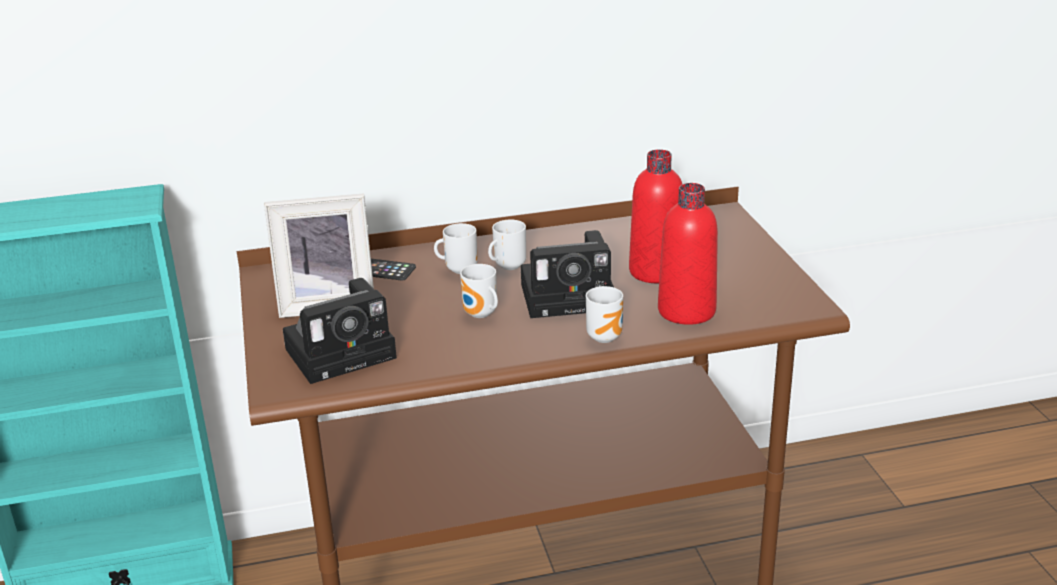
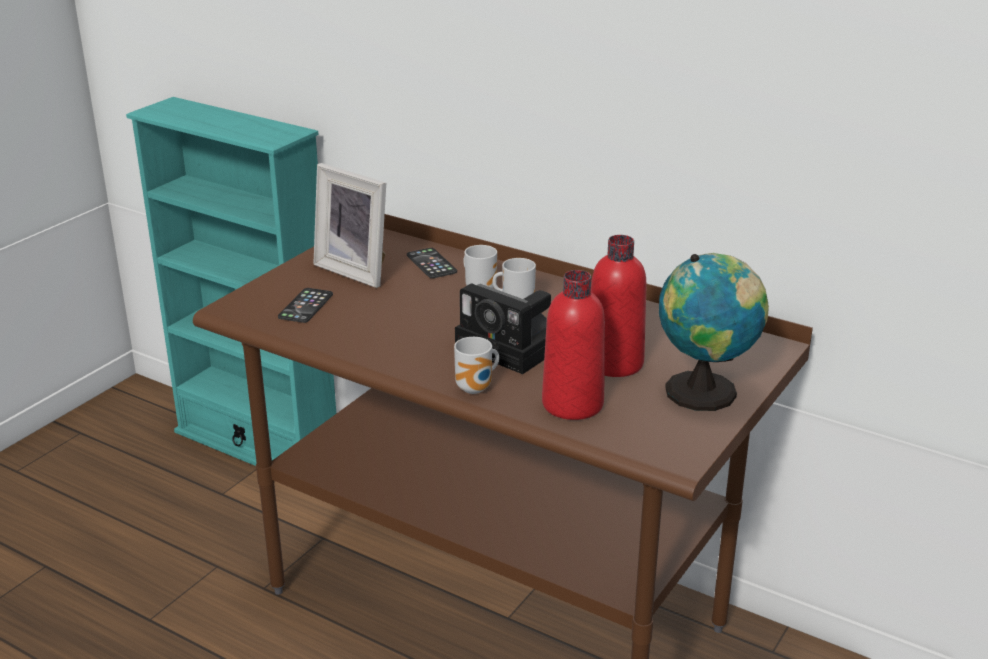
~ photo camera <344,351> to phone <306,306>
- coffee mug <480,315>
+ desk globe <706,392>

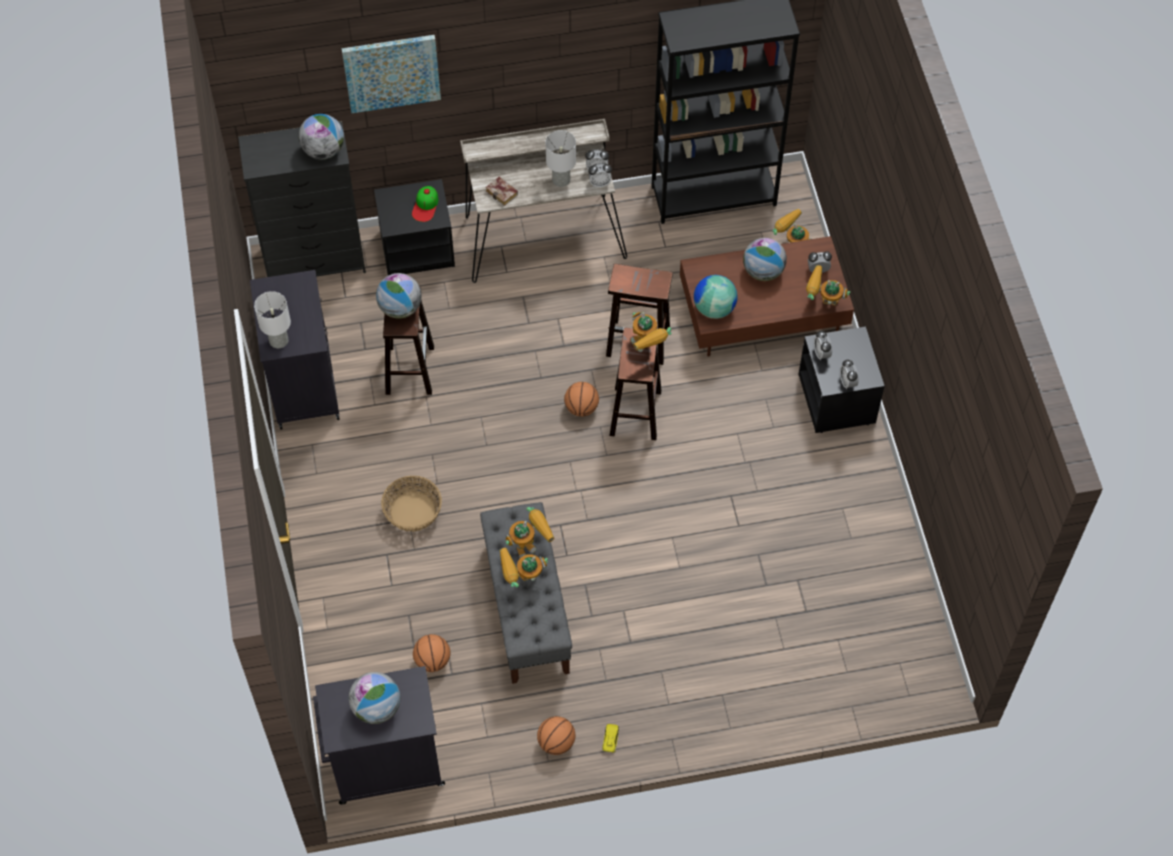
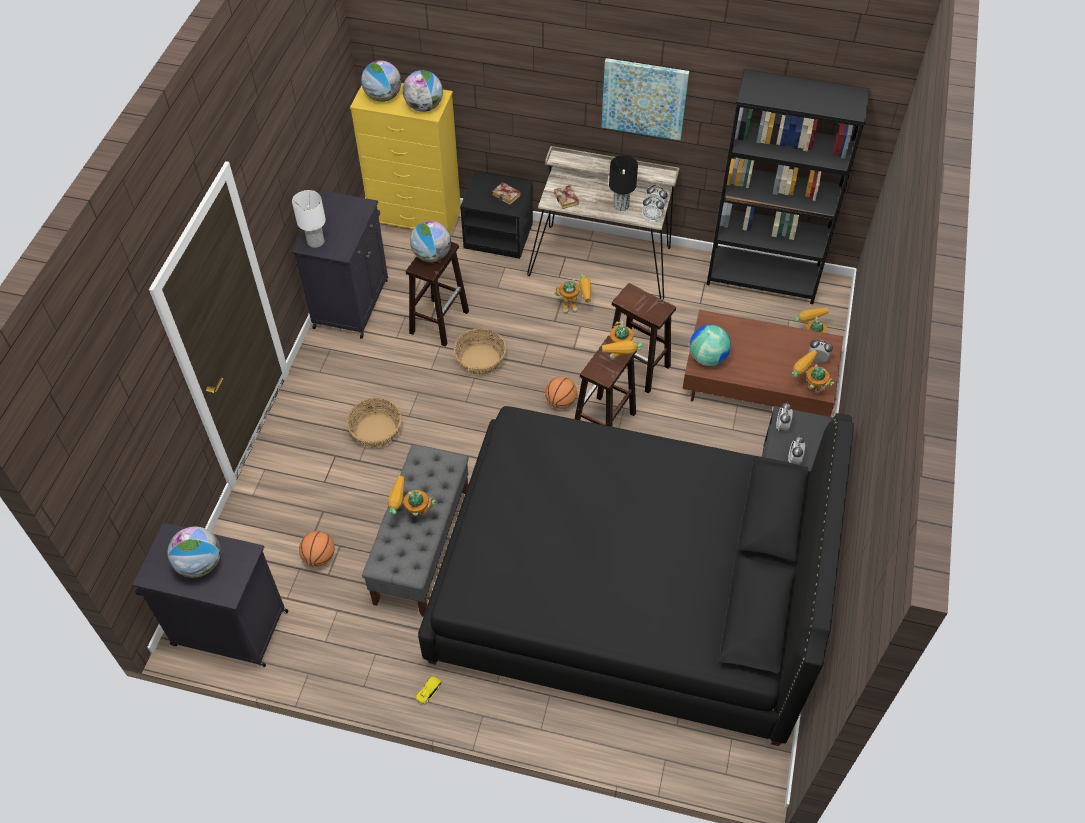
~ blackish dresser <315,259> to yellow-coloured dresser <416,217>
~ picture <391,72> to <644,98>
~ peaked cap <425,206> to volume <507,195>
~ robot figure <530,544> to <575,306>
- ball for basketball <556,743>
~ whitish table lamp <561,179> to blackish table lamp <621,205>
~ desk globe <763,272> to <383,97>
+ blackish bed <626,591>
+ storage basket <480,359>

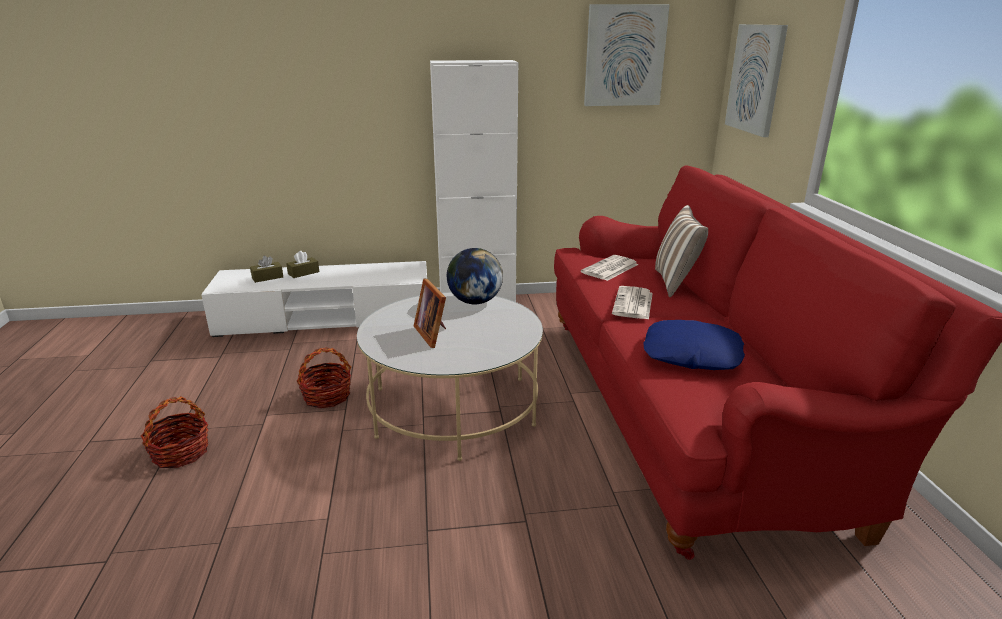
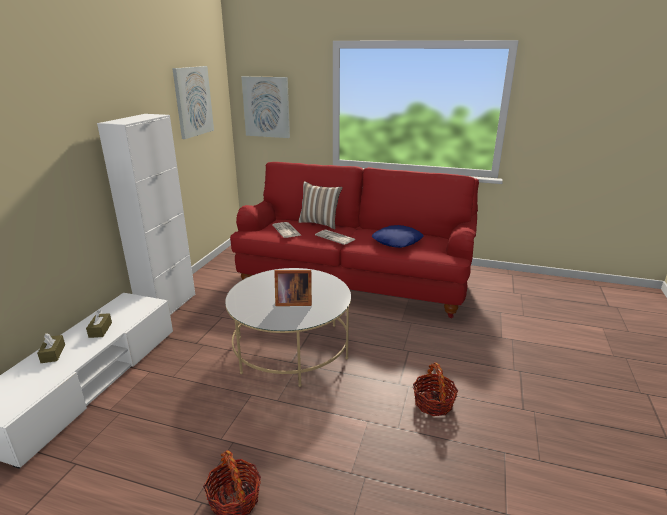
~ brownish tissue box <267,277> to <100,330>
~ storage basket <327,396> to <433,403>
- desk globe <475,302>

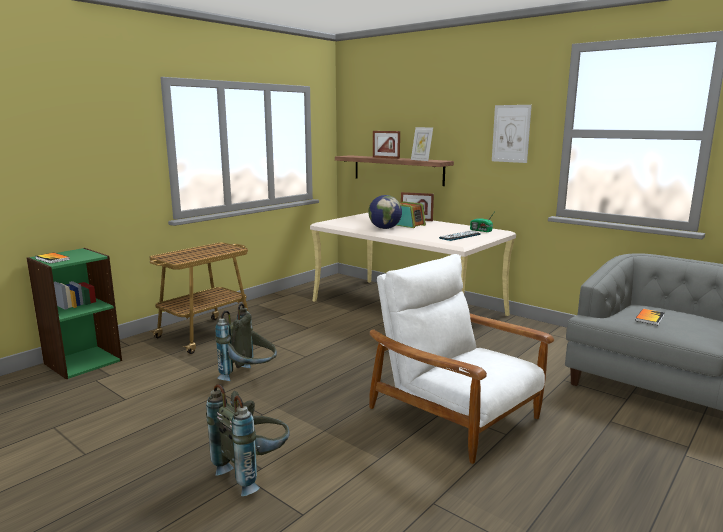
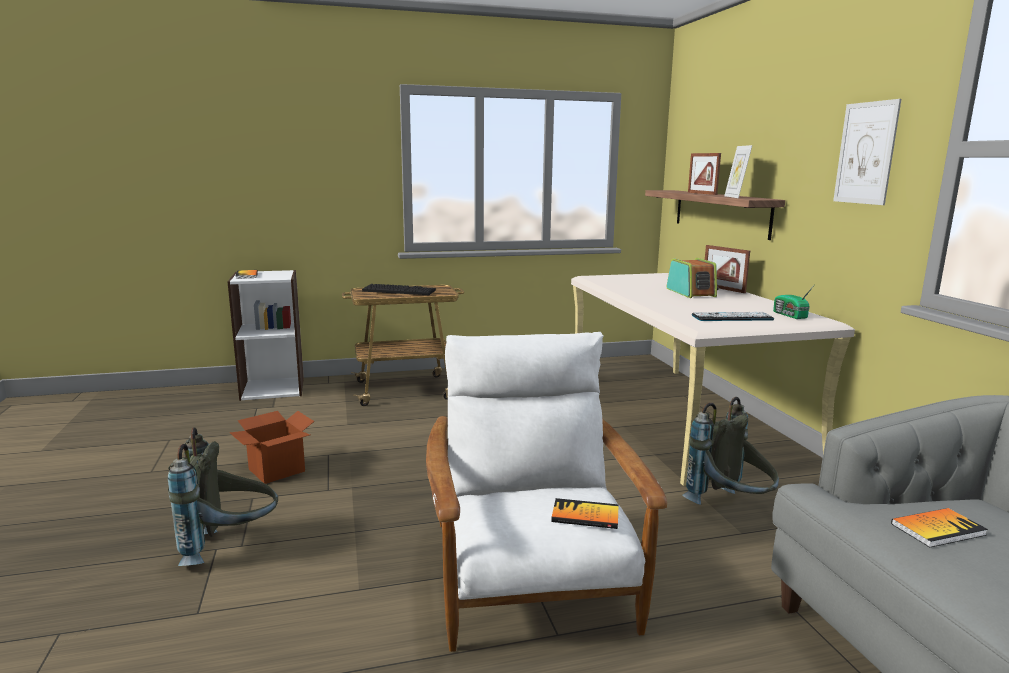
~ green-coloured shelving unit <82,362> to whitish shelving unit <273,388>
~ gray knapsack <250,377> to <731,508>
- desk globe <385,228>
+ cardboard box <277,470>
+ keyboard <400,291>
+ volume <585,516>

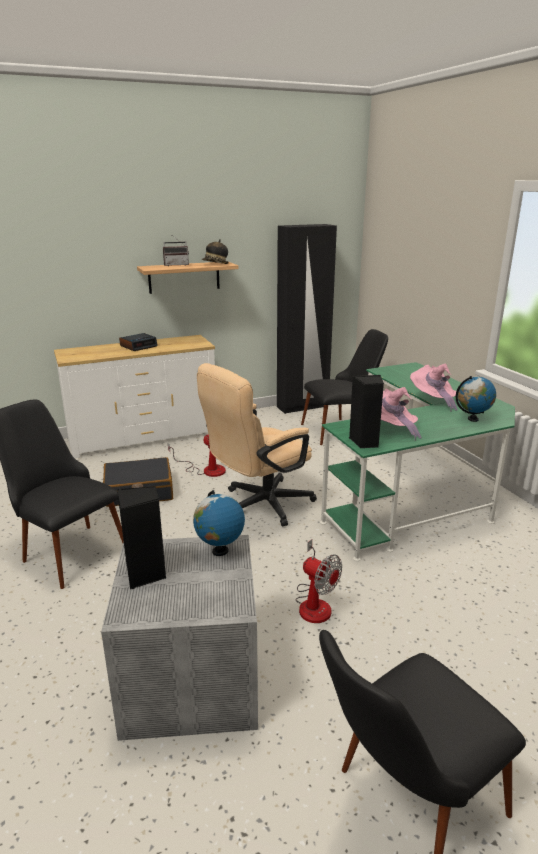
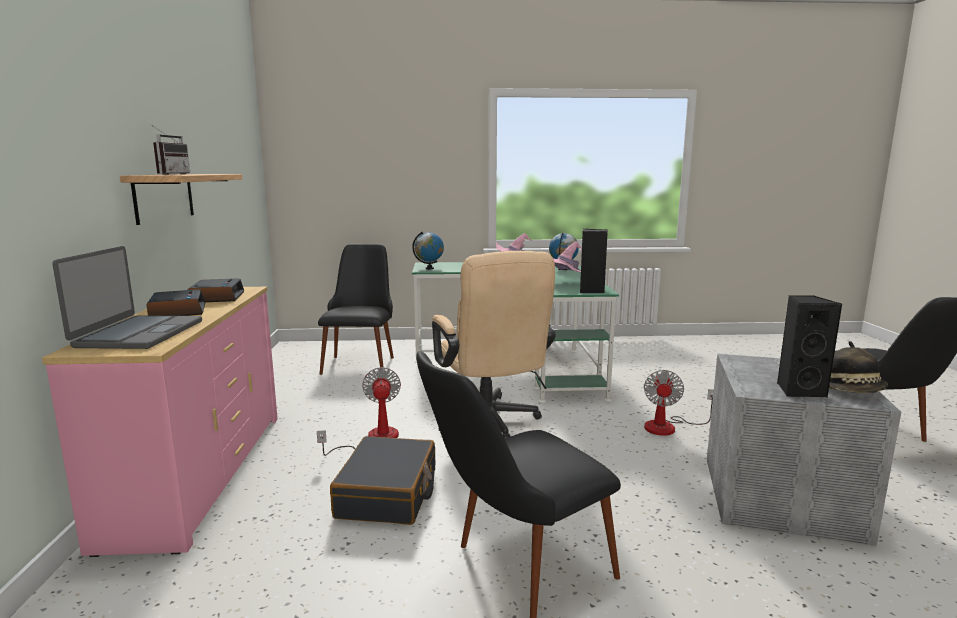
~ whitish dresser <143,437> to pink-coloured dresser <199,474>
~ desk globe <220,551> to <429,268>
~ hat <215,264> to <853,391>
- blackish wardrobe <302,407>
~ electric fan <314,603> = <668,426> 135 degrees clockwise
+ laptop <138,334>
+ bedside clock <217,297>

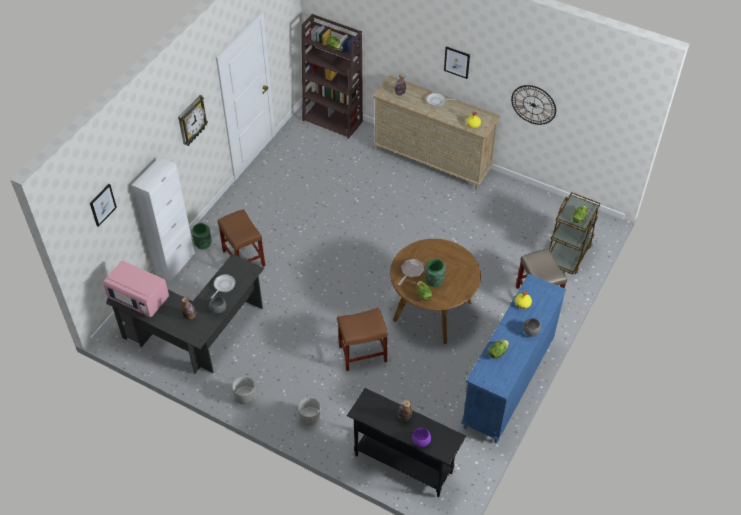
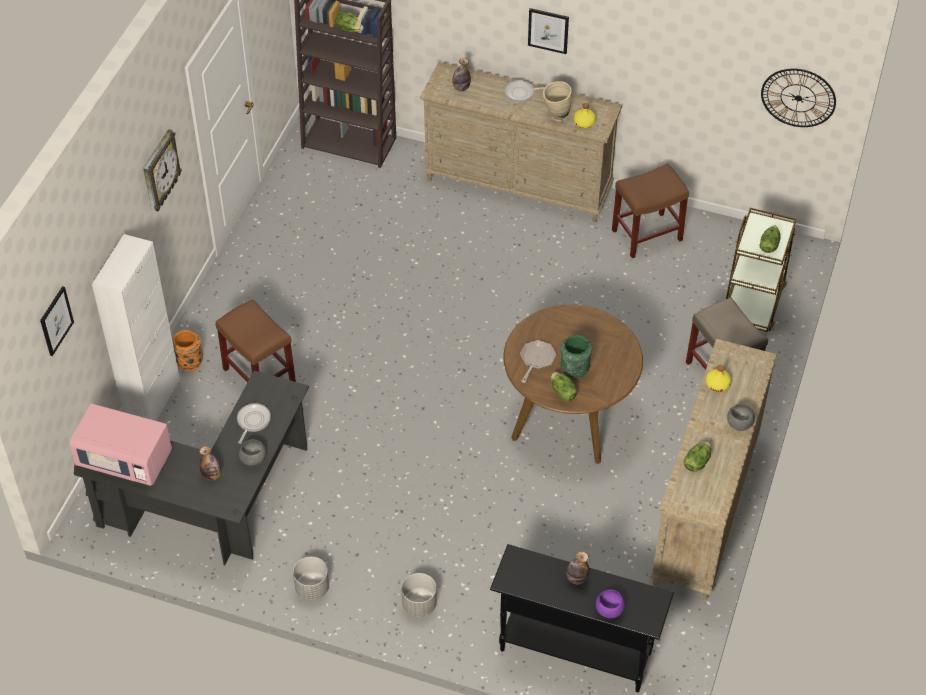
~ green-coloured flower vase <203,243> to orange-coloured flower vase <189,362>
~ brownish stool seat <362,354> to <646,235>
~ blue dresser <507,384> to beige-coloured dresser <705,510>
~ clock on the wall <533,105> to <798,98>
+ beige-coloured flower vase <555,117>

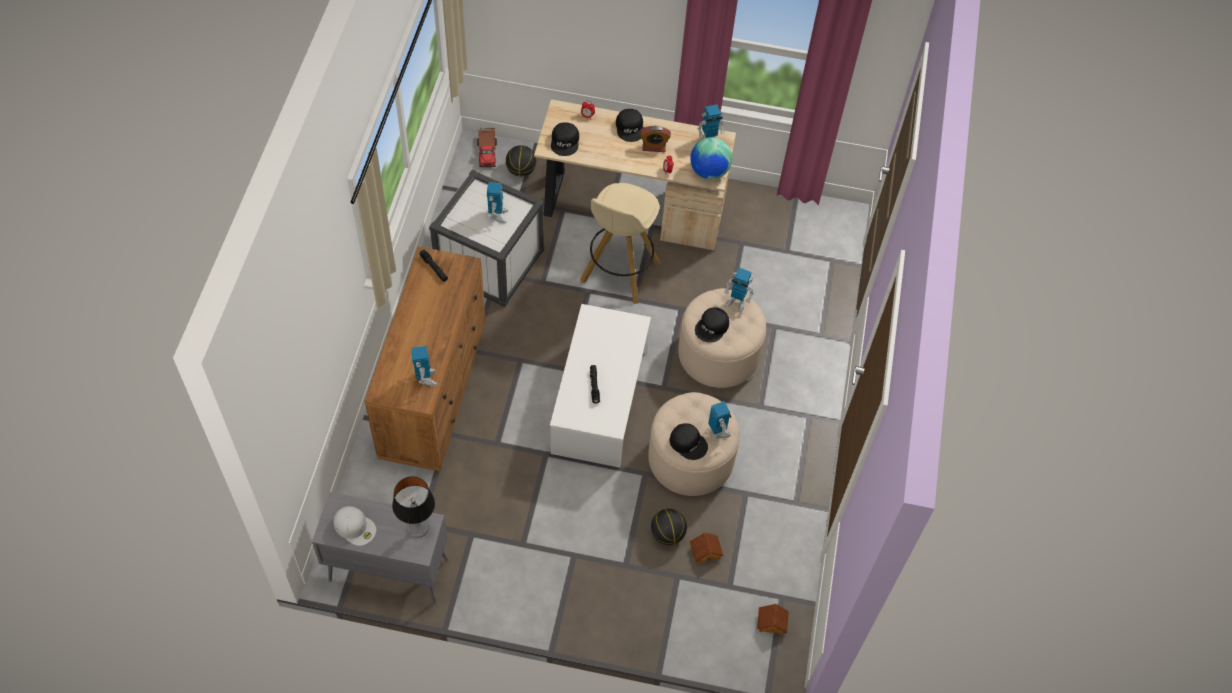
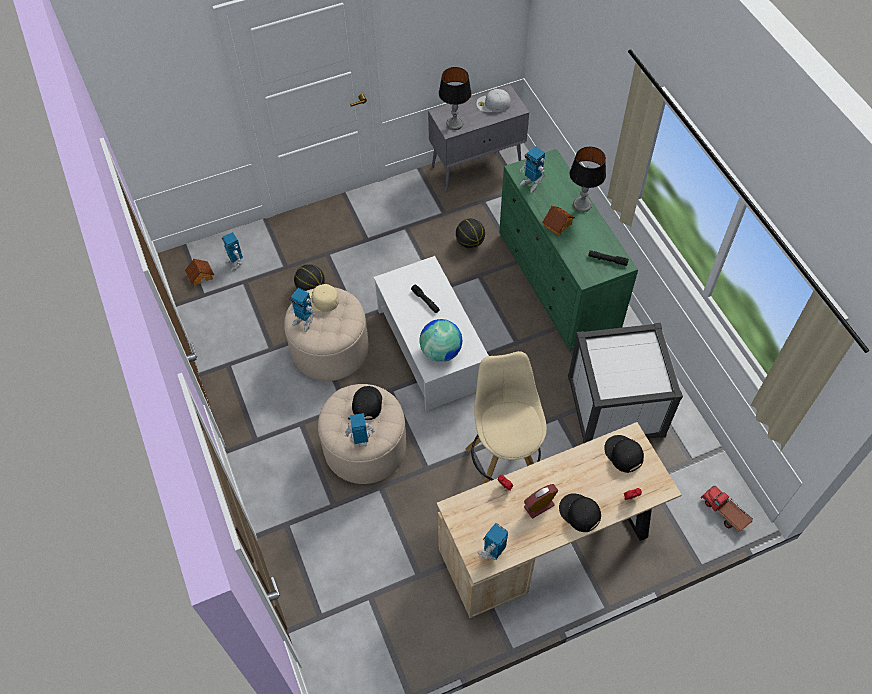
~ brownish dresser <434,389> to green-coloured dresser <558,283>
~ robot figure <498,215> to <235,263>
~ ball for basketball <521,170> to <470,242>
~ blackish peaked cap <688,443> to beige-coloured peaked cap <321,301>
~ desk globe <709,172> to <441,351>
~ model house <706,551> to <558,225>
+ table lamp <582,205>

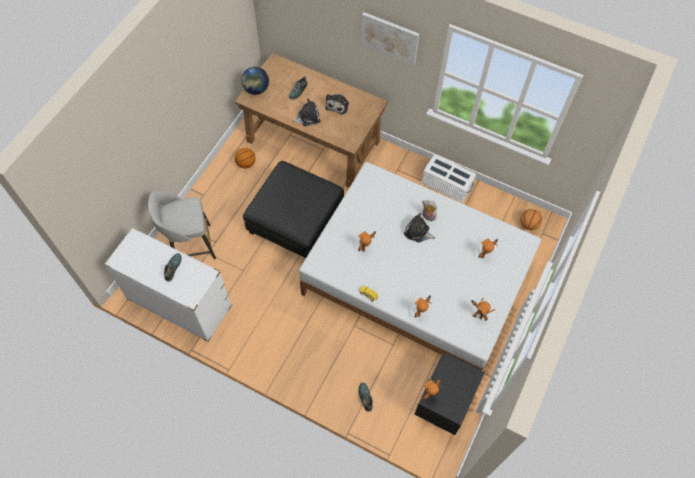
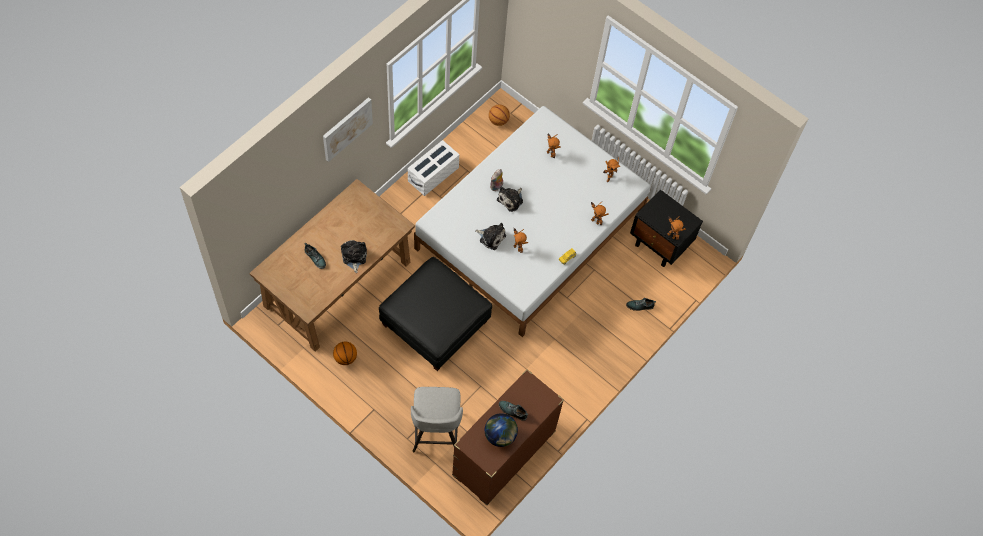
~ whitish dresser <179,304> to brownish dresser <503,454>
~ desk globe <256,89> to <500,436>
~ cuddly toy <338,105> to <491,237>

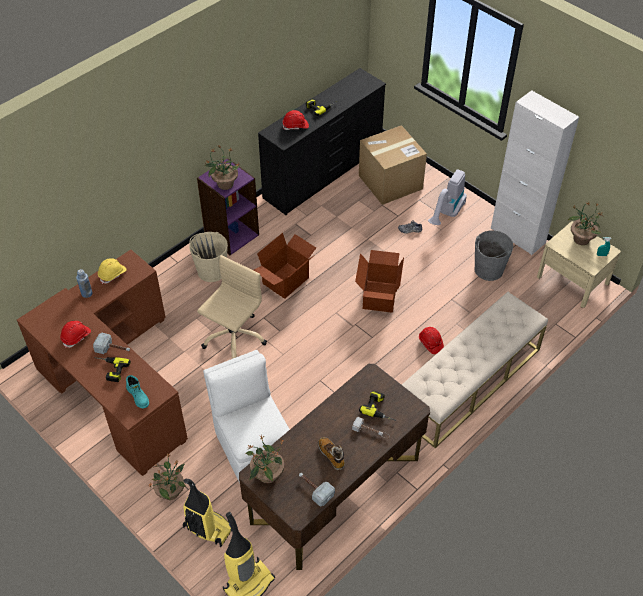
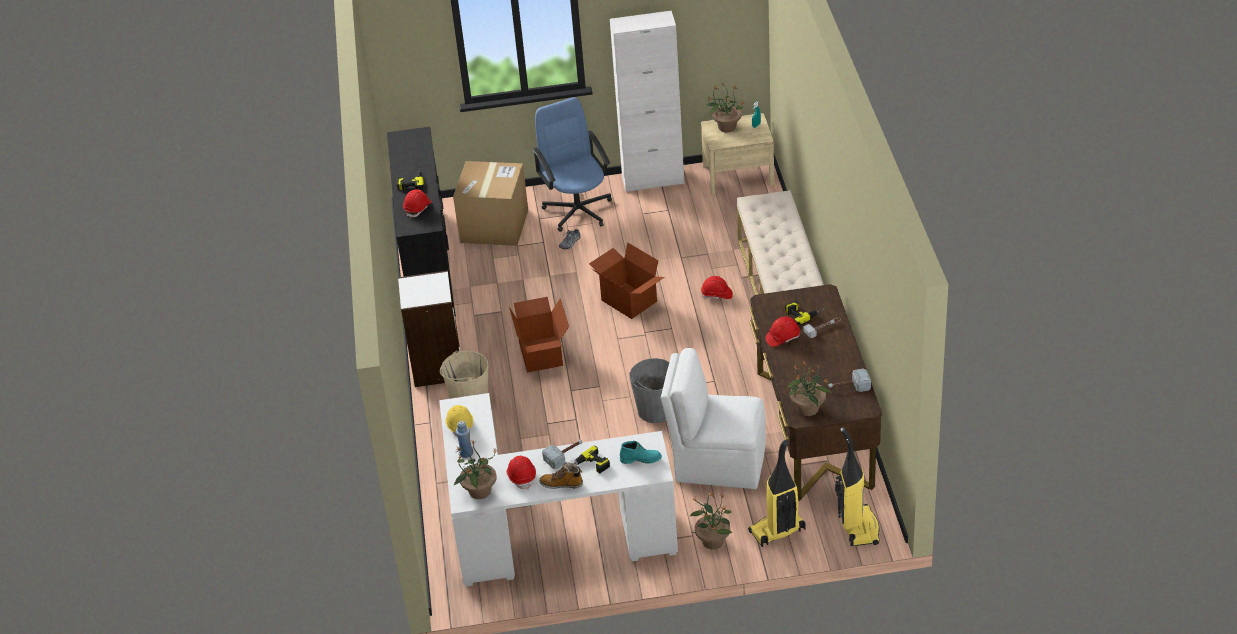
~ brownish desk table <114,384> to whitish desk table <542,533>
~ purple-coloured shelving unit <231,235> to whitish shelving unit <436,367>
- beige-coloured desk chair <234,337>
~ houseplant <225,184> to <479,491>
~ high-top boot <331,455> to <562,484>
~ vacuum <447,214> to blue desk chair <577,210>
~ gray bucket <488,270> to <656,410>
+ reddish work helmet <782,338>

